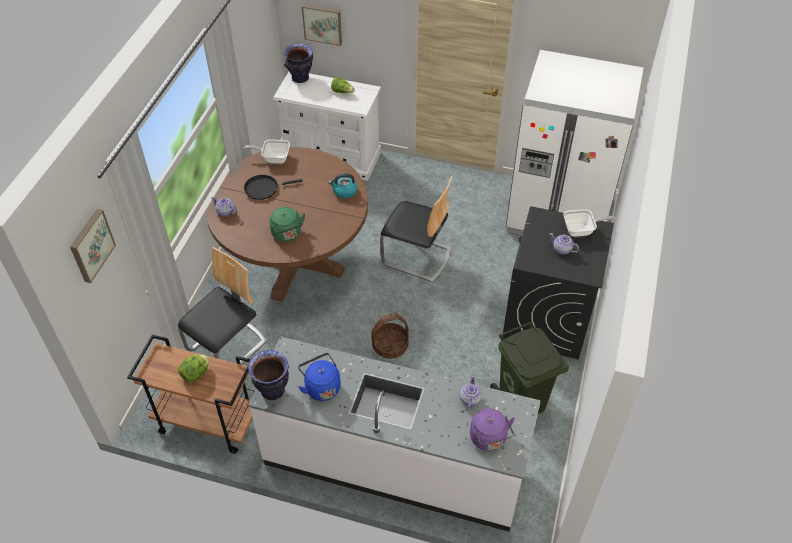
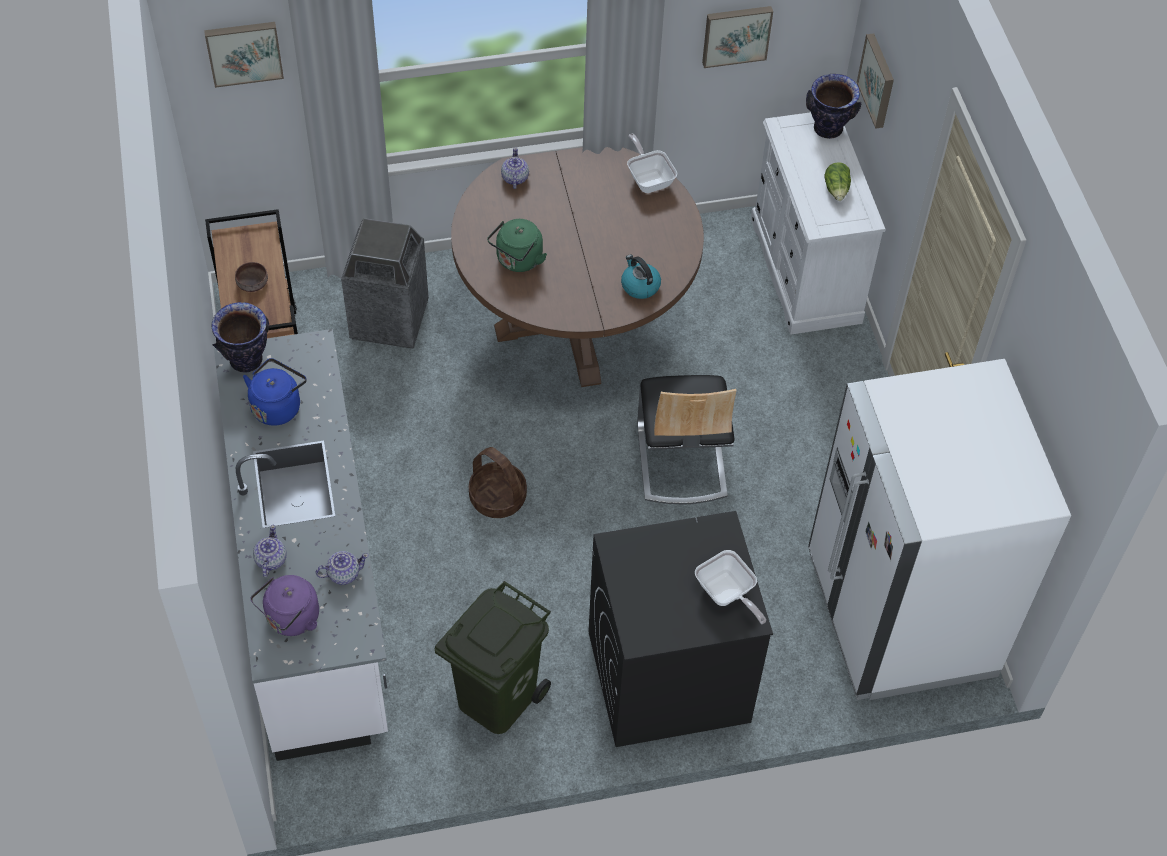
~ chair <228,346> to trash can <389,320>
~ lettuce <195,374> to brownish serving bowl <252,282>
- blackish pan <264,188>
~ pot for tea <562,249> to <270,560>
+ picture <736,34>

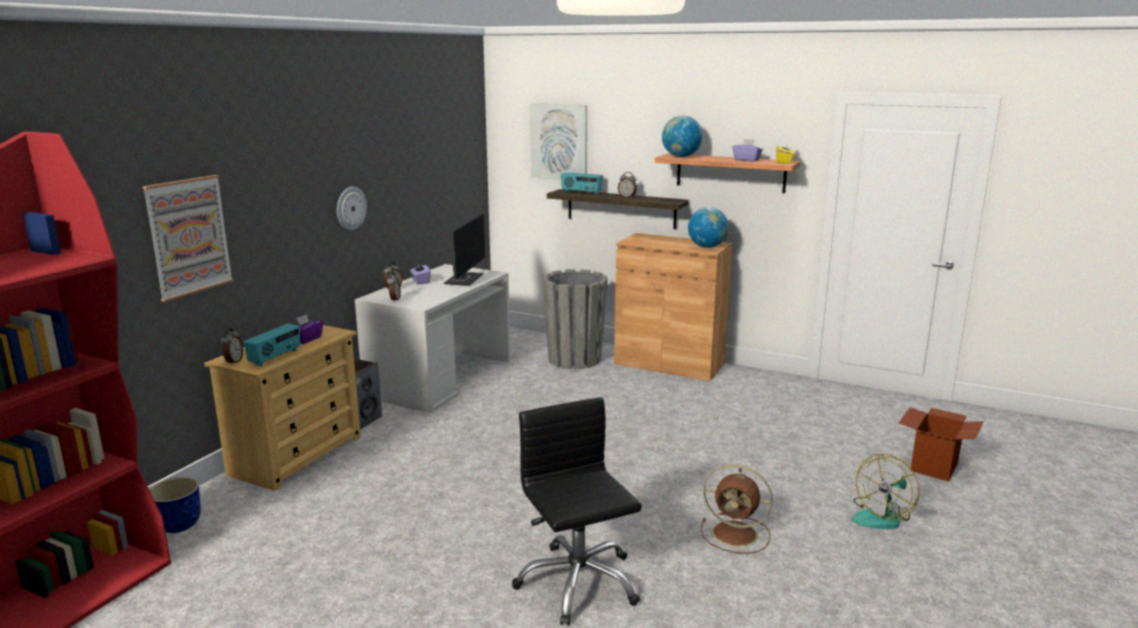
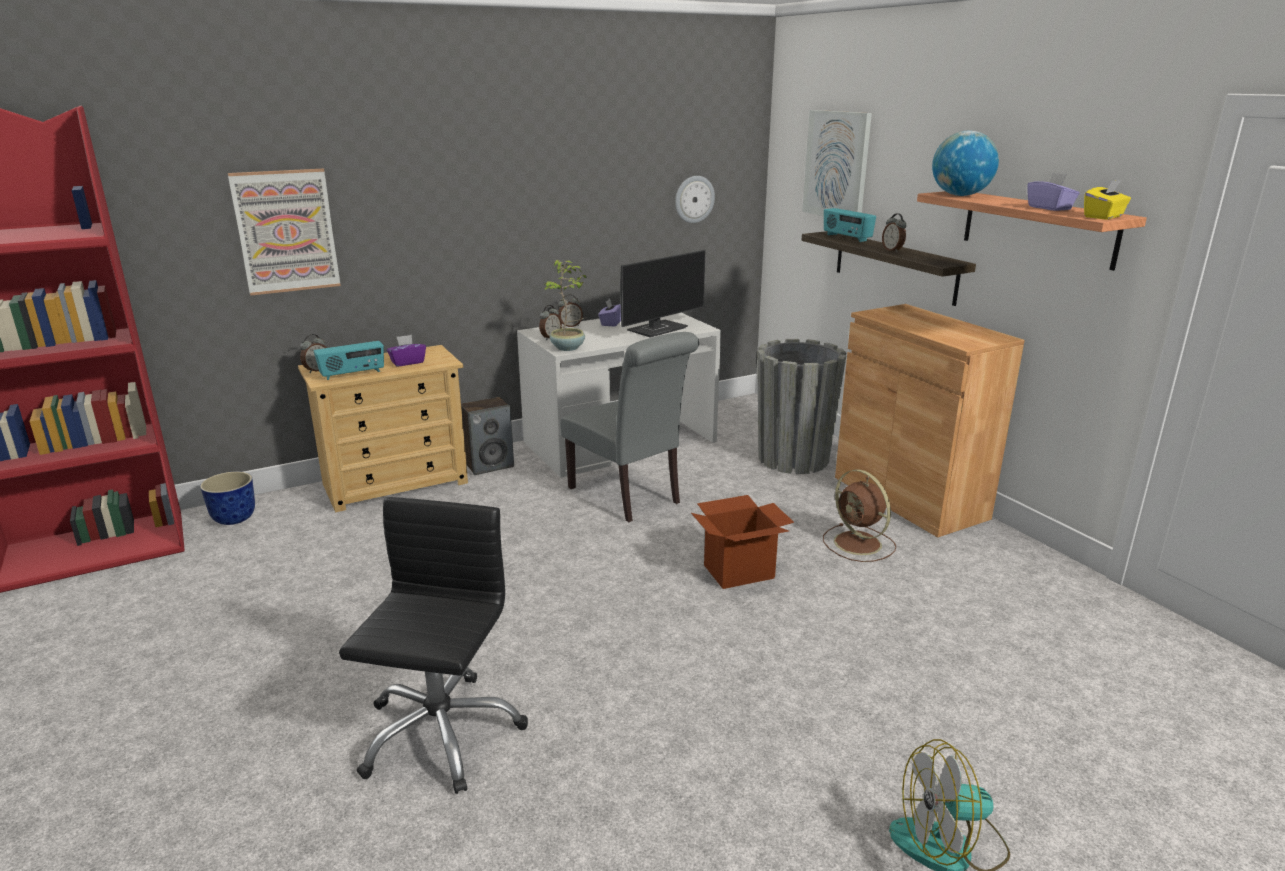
~ clock on the wall <350,208> to <694,199>
- desk globe <707,247>
~ brownish electric fan <737,534> to <859,544>
~ cardboard box <934,466> to <739,571>
+ houseplant <568,348>
+ gray chair <629,497>

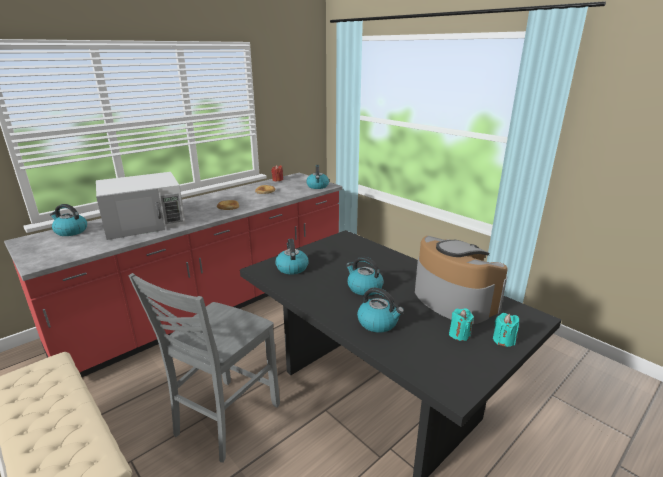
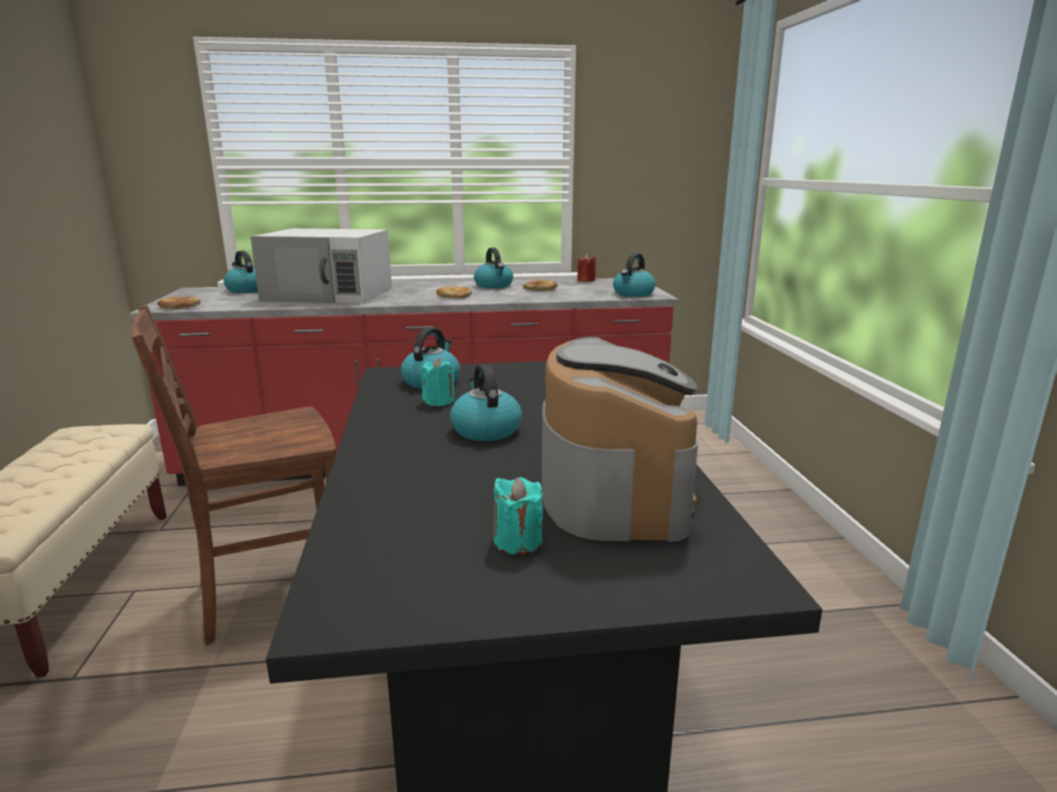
~ gray chair <224,420> to brownish chair <271,595>
~ water kettle <378,323> to <494,285>
~ blue-green candle <503,340> to <439,401>
+ bakery bread <179,306>

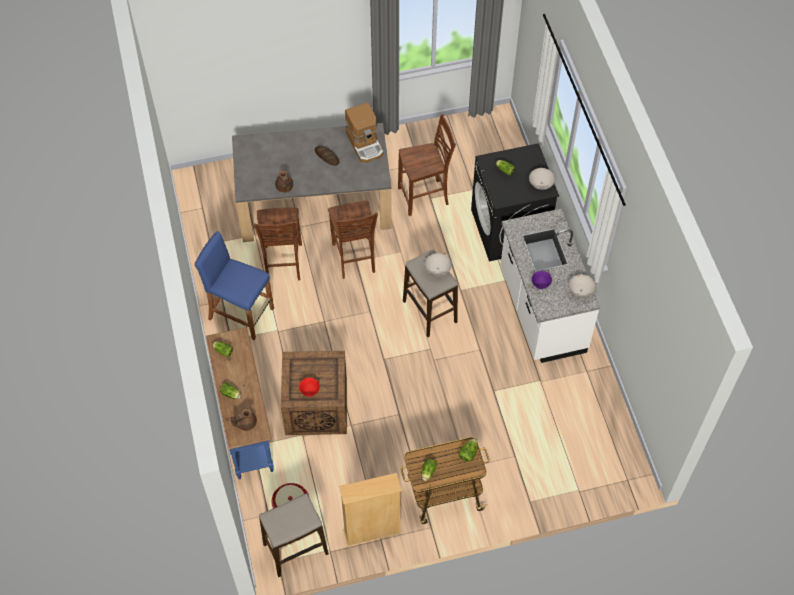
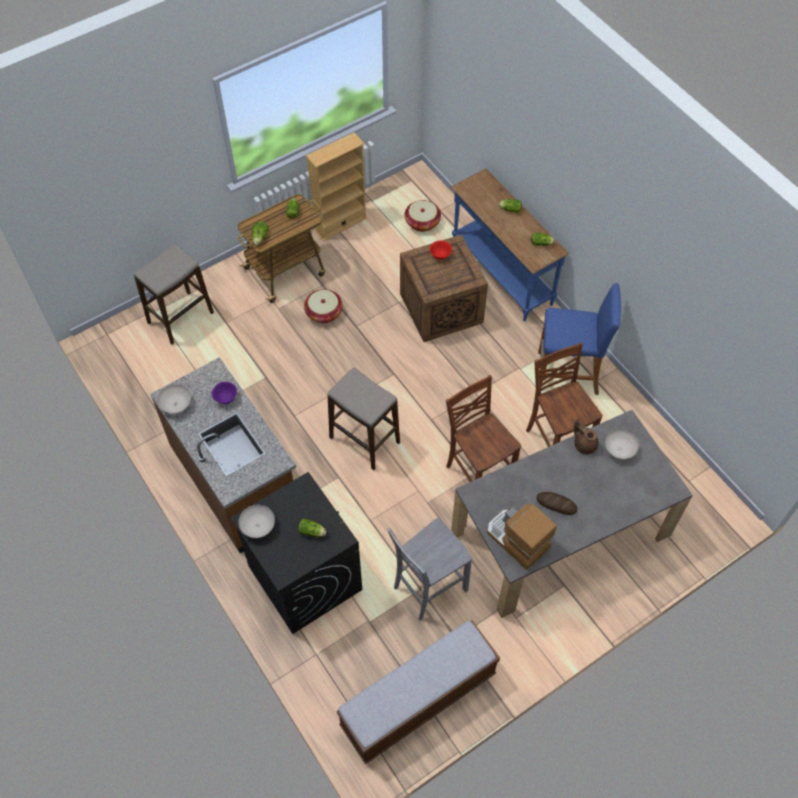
- brownish pot for tea <245,423>
~ stool seat <296,549> to <180,318>
~ brownish chair <425,197> to gray chair <428,588>
~ whitish serving bowl <438,270> to <619,449>
~ whitish kitchen base unit <541,311> to brownish kitchen base unit <236,482>
+ storage basket <324,312>
+ bench <418,700>

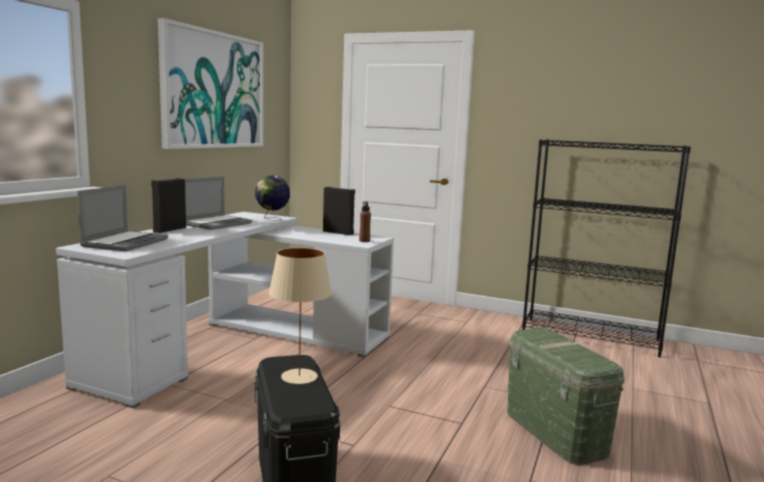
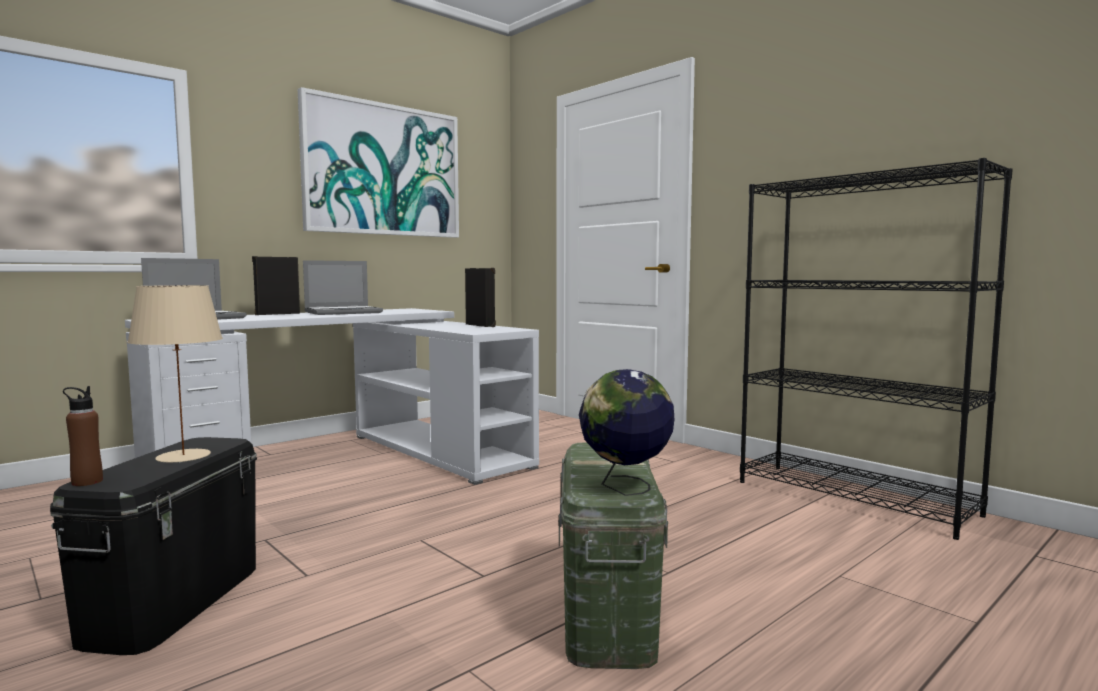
~ desk globe <272,219> to <625,488>
~ brownish bottle <364,241> to <87,482>

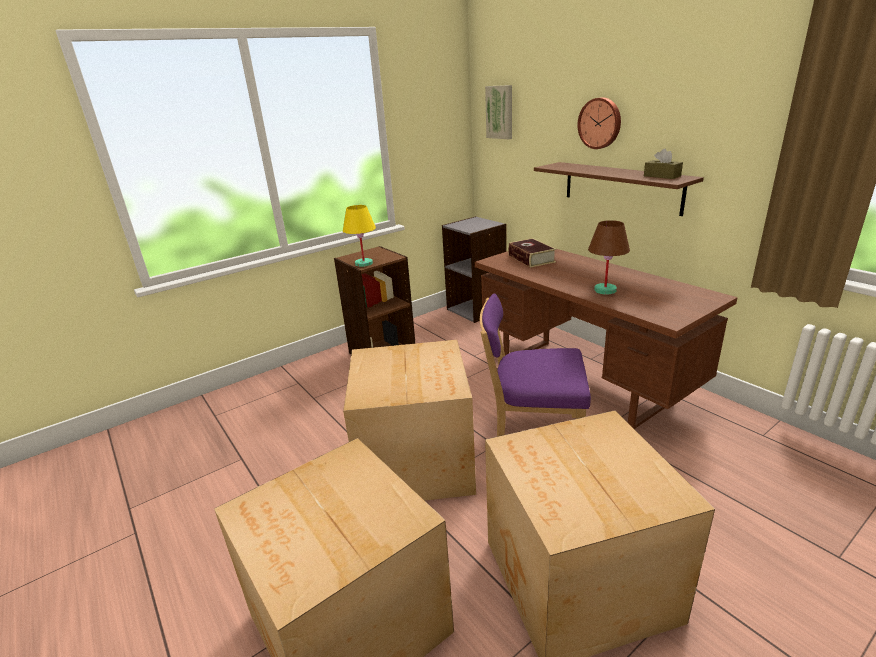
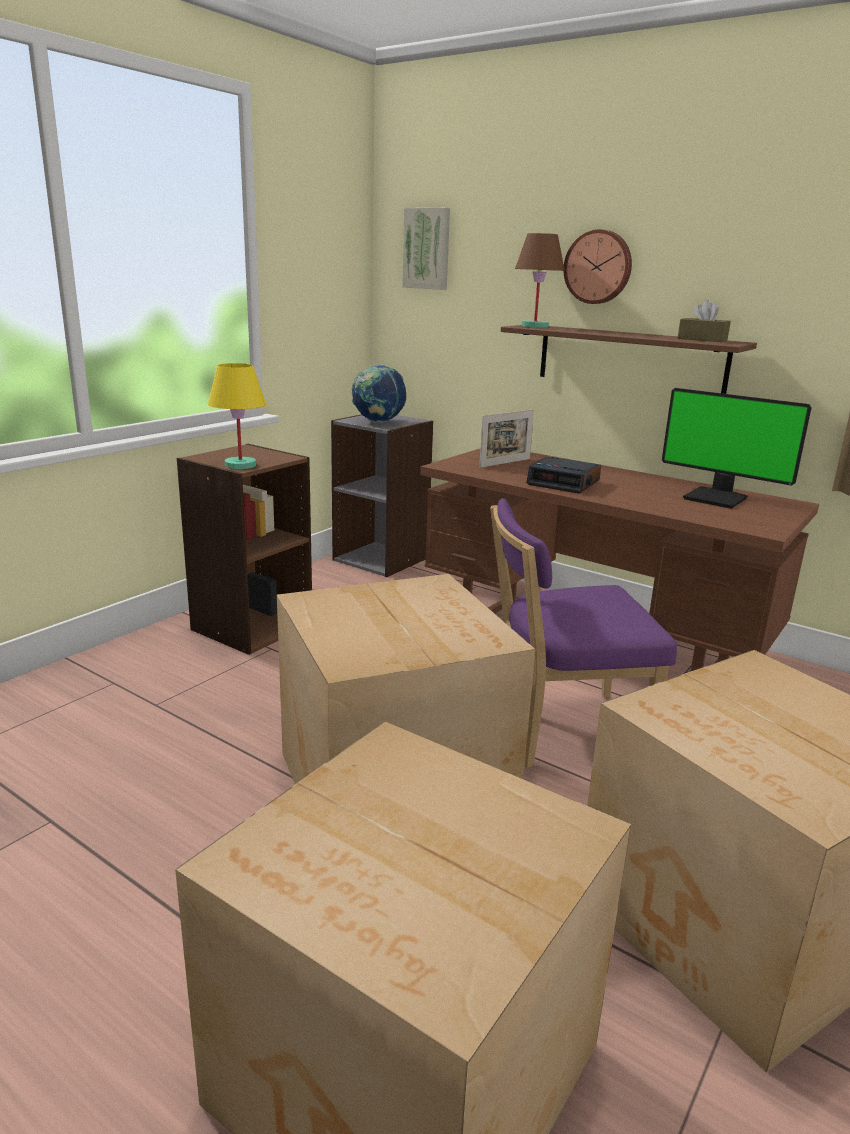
~ volume <531,258> to standing frame <505,463>
~ brownish table lamp <605,290> to <535,326>
+ desk globe <378,422>
+ bedside clock <564,483>
+ computer screen <717,498>

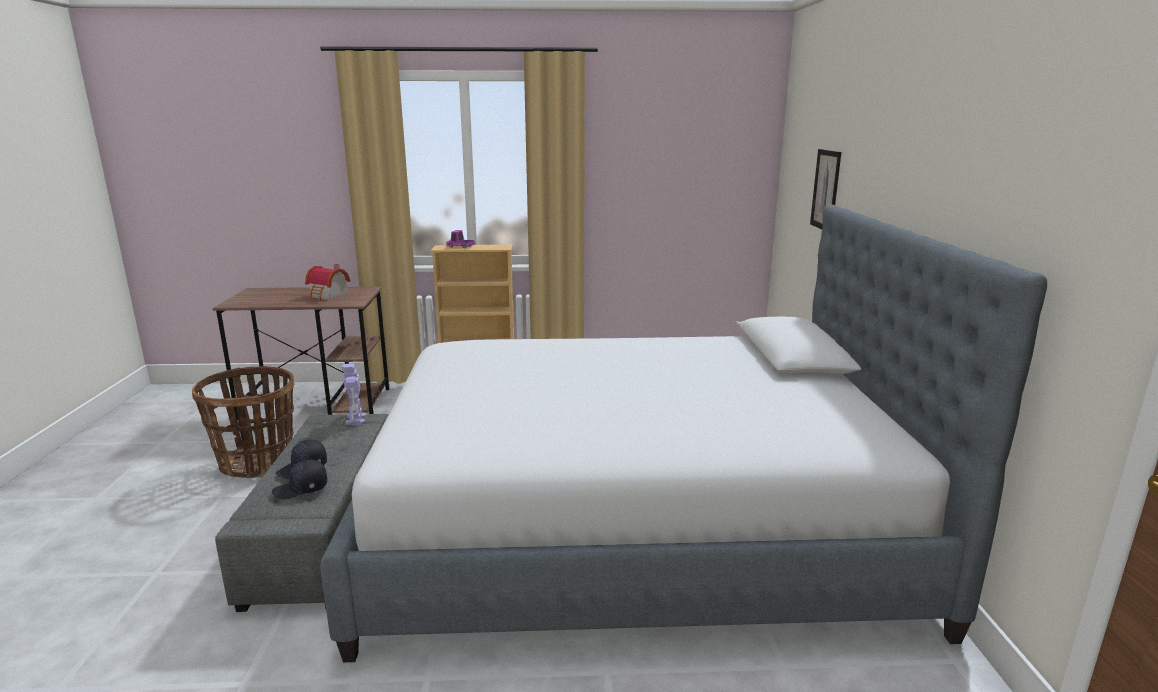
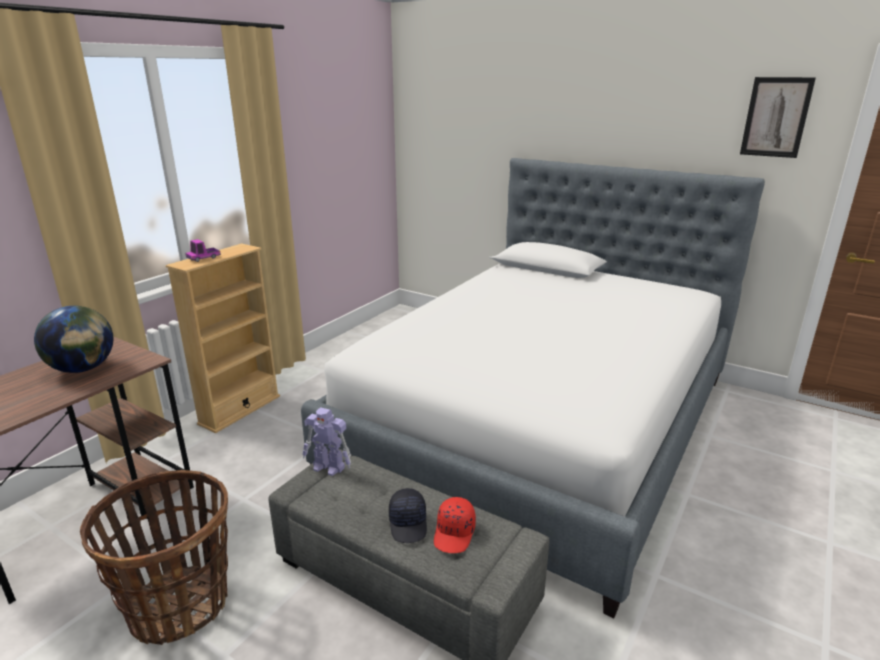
~ blackish peaked cap <301,489> to reddish peaked cap <455,533>
~ model house <328,296> to desk globe <83,369>
~ picture <826,190> to <776,117>

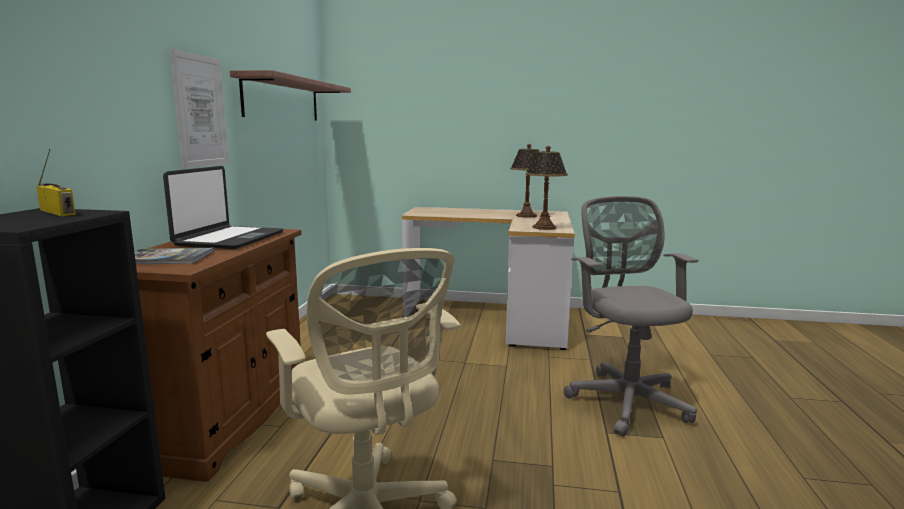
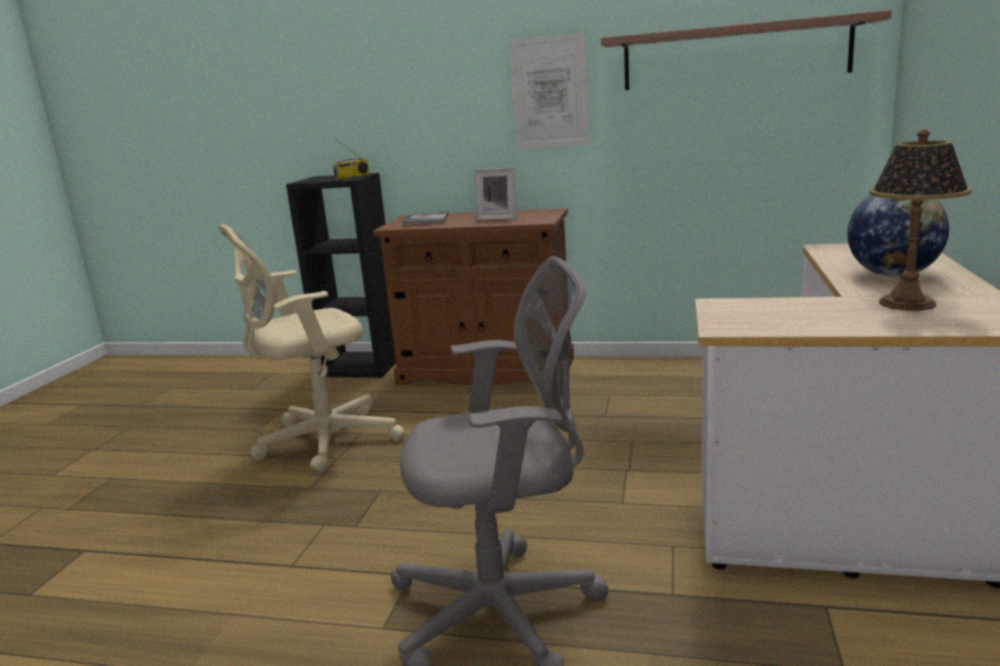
~ laptop <229,239> to standing frame <498,218>
- table lamp <544,227>
+ desk globe <893,275>

